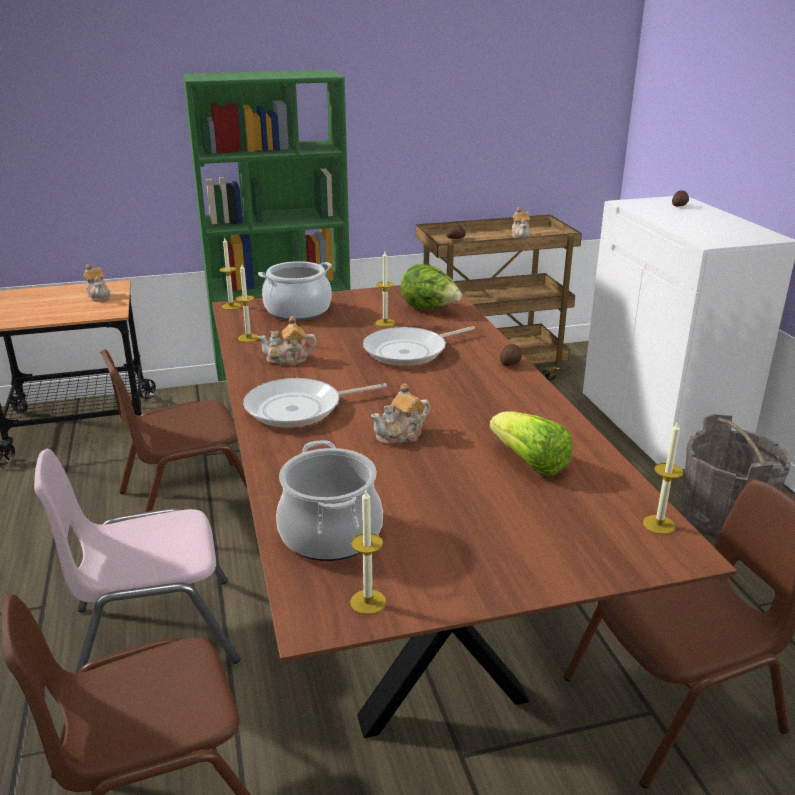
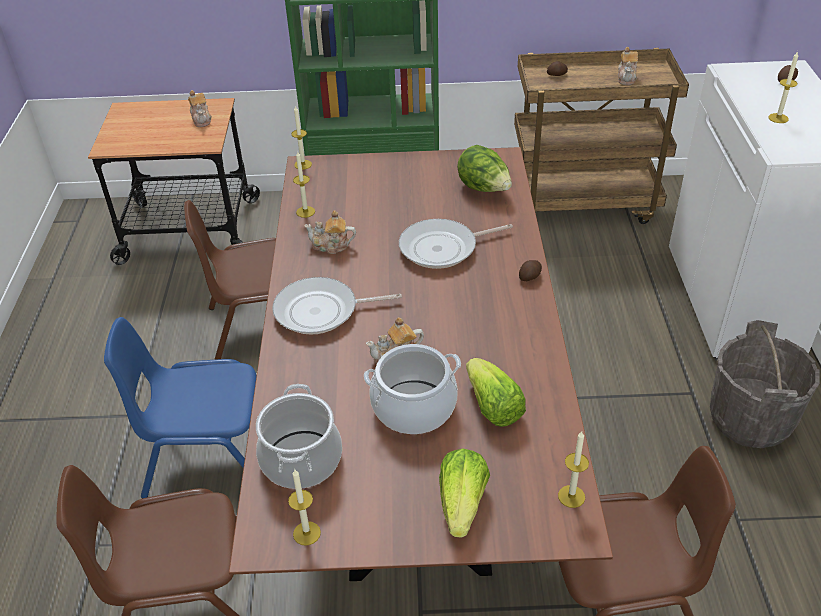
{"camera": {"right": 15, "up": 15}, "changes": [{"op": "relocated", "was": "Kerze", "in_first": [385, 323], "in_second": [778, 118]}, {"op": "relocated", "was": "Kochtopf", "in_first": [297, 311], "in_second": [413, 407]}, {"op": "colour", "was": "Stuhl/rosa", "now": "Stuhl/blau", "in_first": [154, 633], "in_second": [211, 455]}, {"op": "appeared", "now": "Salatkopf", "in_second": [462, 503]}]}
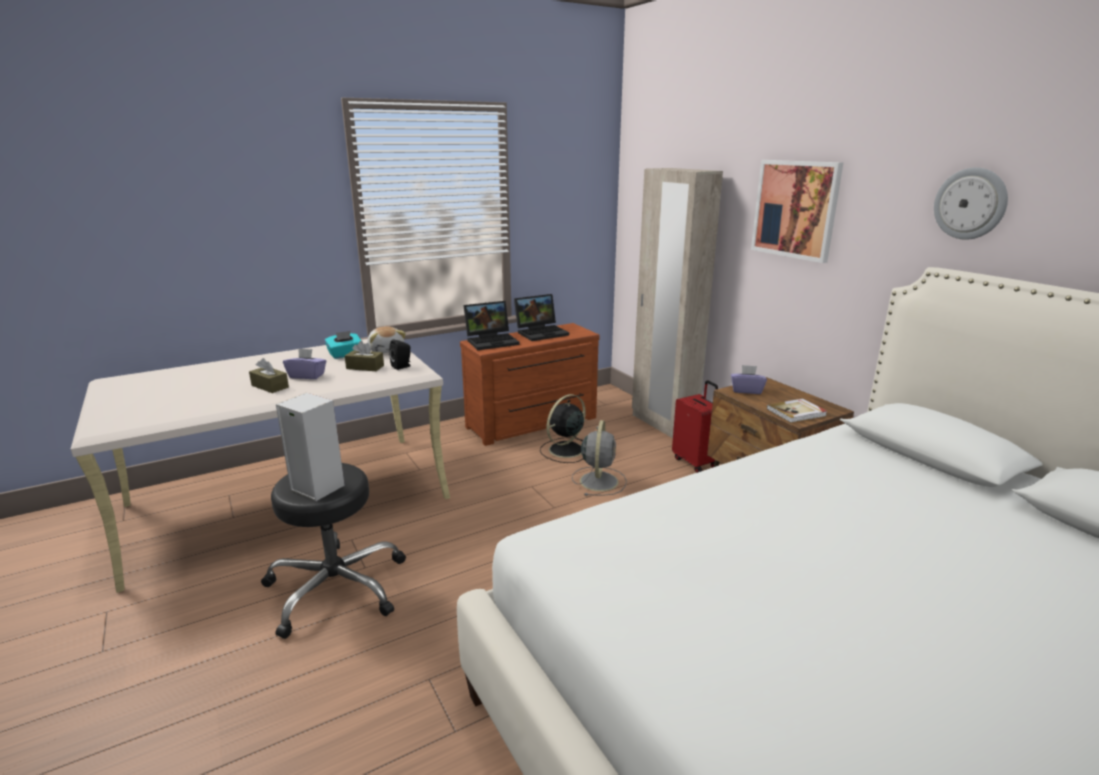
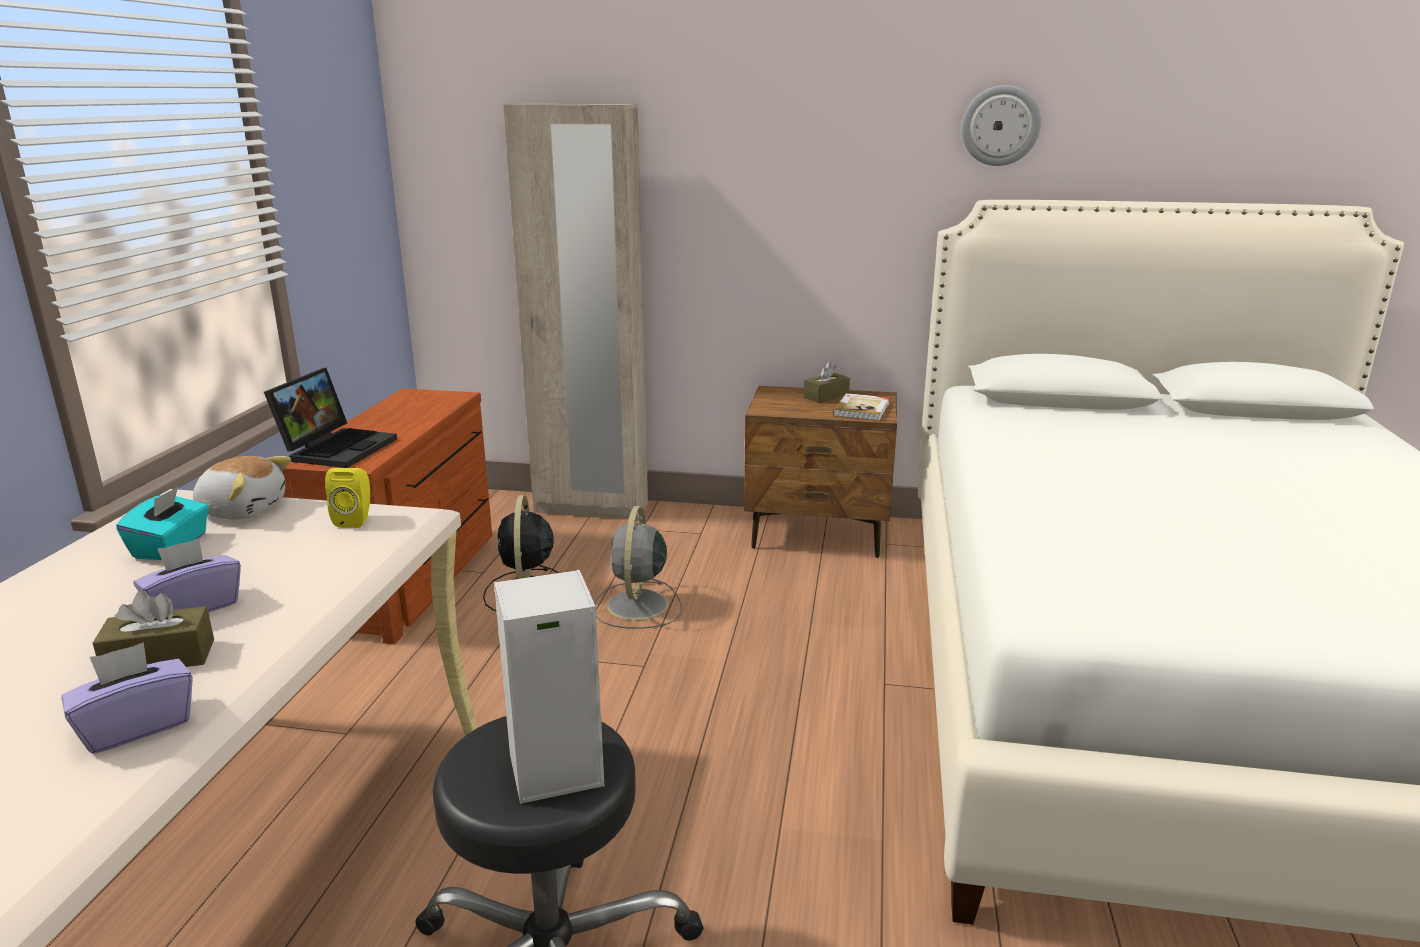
{"camera": {"right": -50, "up": 0}, "changes": [{"op": "missing", "was": "Bild", "in_first": [795, 209]}, {"op": "missing", "was": "Laptop", "in_first": [542, 332]}, {"op": "colour", "was": "Lautsprecher/schwarz", "now": "Lautsprecher/gelb", "in_first": [402, 366], "in_second": [355, 520]}, {"op": "relocated", "was": "Taschentuchbox/braun", "in_first": [365, 367], "in_second": [826, 396]}, {"op": "relocated", "was": "Taschentuchbox/lila", "in_first": [746, 390], "in_second": [137, 726]}, {"op": "missing", "was": "Koffer/rot", "in_first": [696, 462]}, {"op": "spun", "was": "Ventilator/grau", "in_first": [599, 480], "in_second": [637, 606], "clockwise": -135}]}
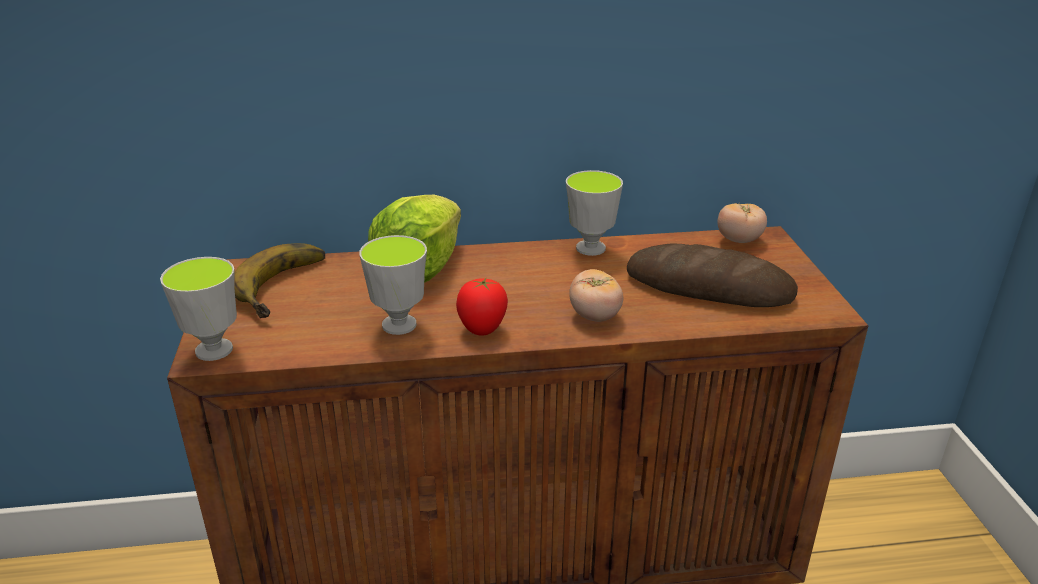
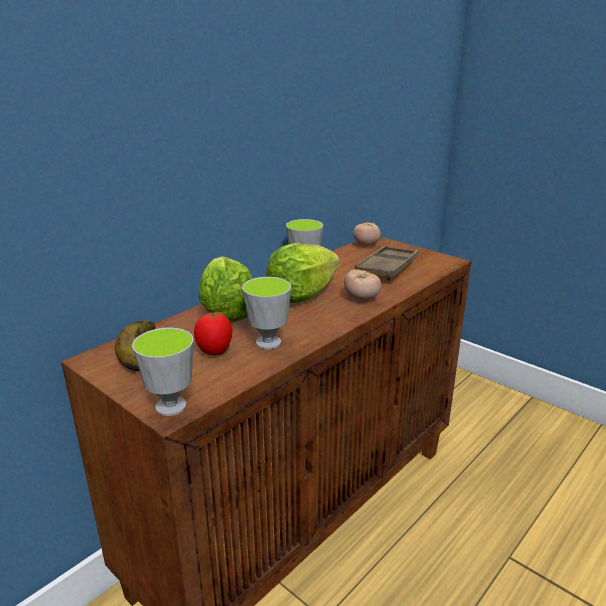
{"camera": {"right": -40, "up": -5}, "changes": [{"op": "exchanged", "was": "Brot", "now": "Tablett/braun", "in_first": [708, 286], "in_second": [387, 268]}, {"op": "relocated", "was": "Tomate", "in_first": [482, 330], "in_second": [215, 352]}, {"op": "appeared", "now": "Salatkopf", "in_second": [302, 295]}]}
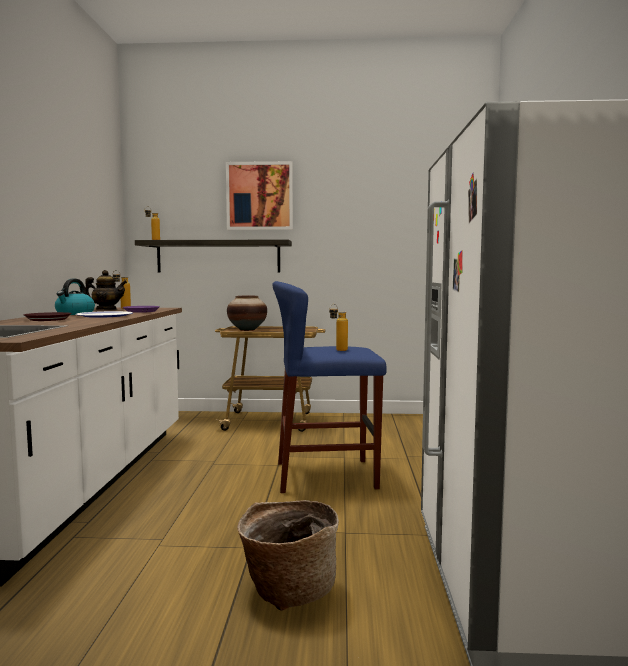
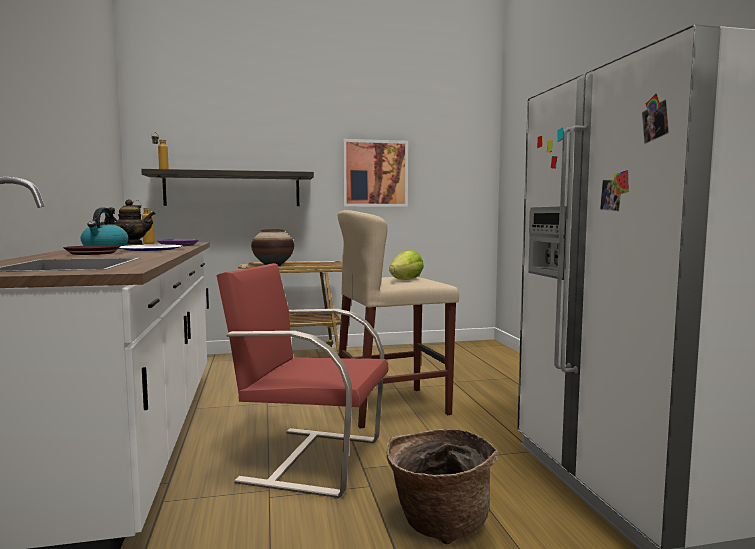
{"camera": {"right": -15, "up": 0}, "changes": [{"op": "relocated", "was": "Bild", "in_first": [260, 196], "in_second": [375, 173]}, {"op": "colour", "was": "Hocker/blau", "now": "Hocker/beige", "in_first": [326, 475], "in_second": [392, 406]}, {"op": "exchanged", "was": "Flasche", "now": "Salatkopf", "in_first": [338, 350], "in_second": [405, 280]}, {"op": "appeared", "now": "Stuhl/rot", "in_second": [310, 459]}]}
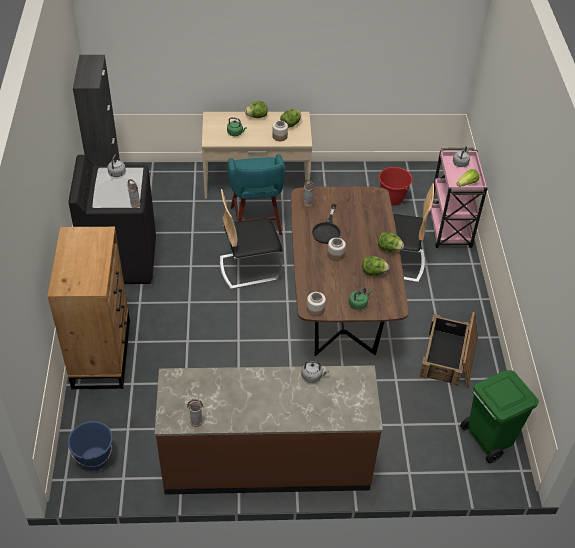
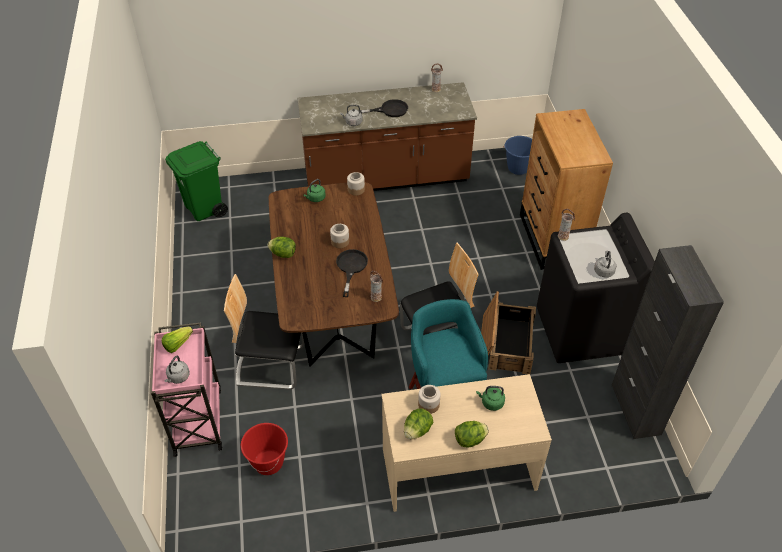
{"camera": {"right": 175, "up": 0}, "changes": [{"op": "missing", "was": "Salatkopf", "in_first": [373, 272]}, {"op": "relocated", "was": "Kiste", "in_first": [449, 357], "in_second": [504, 343]}, {"op": "appeared", "now": "Pfanne/schwarz", "in_second": [389, 110]}]}
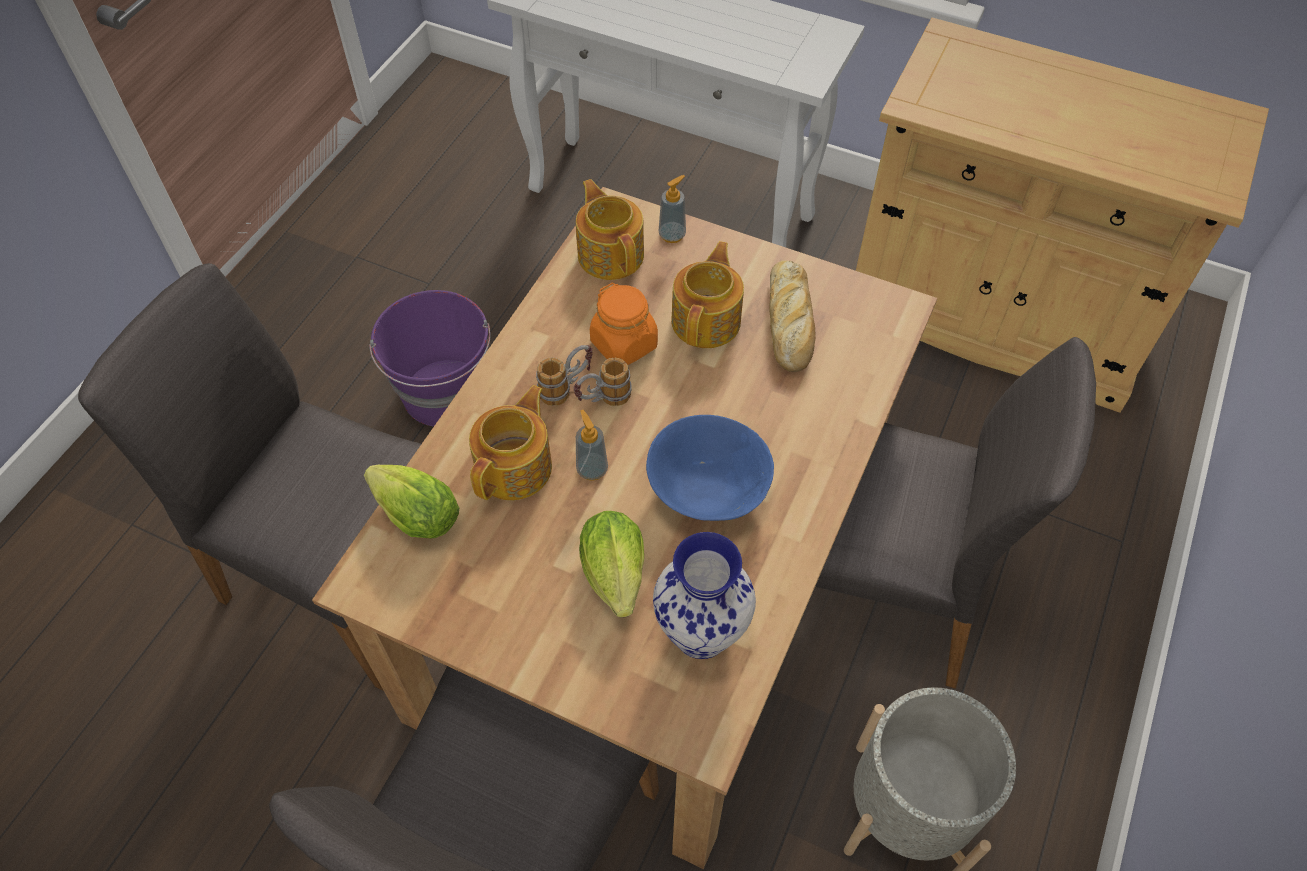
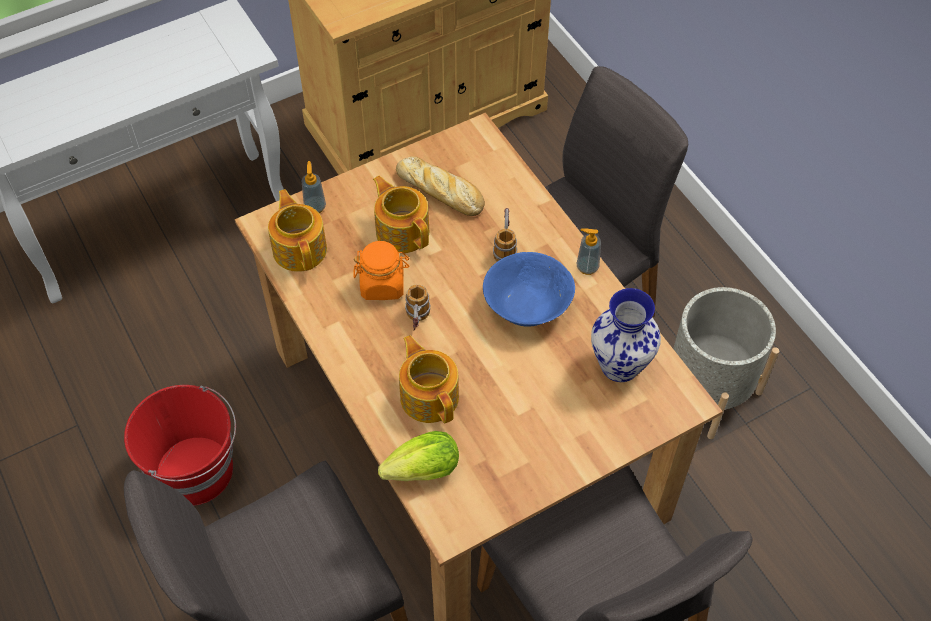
{"camera": {"right": -55, "up": 0}, "changes": [{"op": "spun", "was": "Teekanne", "in_first": [611, 254], "in_second": [300, 248], "clockwise": 60}, {"op": "colour", "was": "Eimer/lila", "now": "Eimer/rot", "in_first": [445, 394], "in_second": [196, 470]}, {"op": "relocated", "was": "Henkelbecher", "in_first": [567, 387], "in_second": [505, 247]}, {"op": "relocated", "was": "Seifenspender", "in_first": [592, 469], "in_second": [587, 267]}, {"op": "missing", "was": "Salatkopf", "in_first": [616, 580]}]}
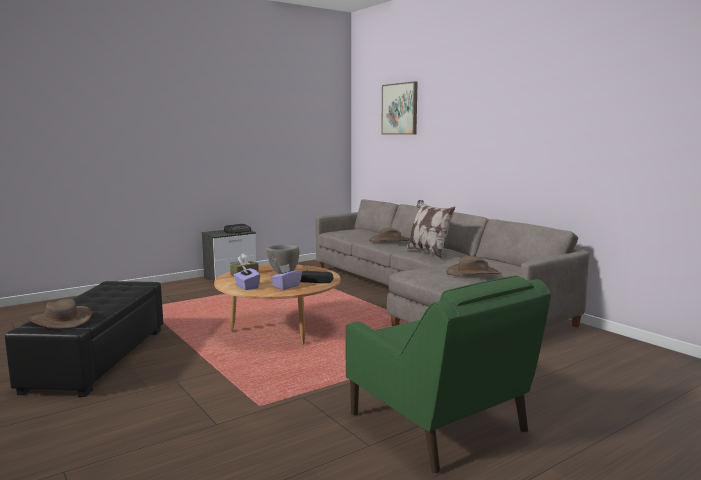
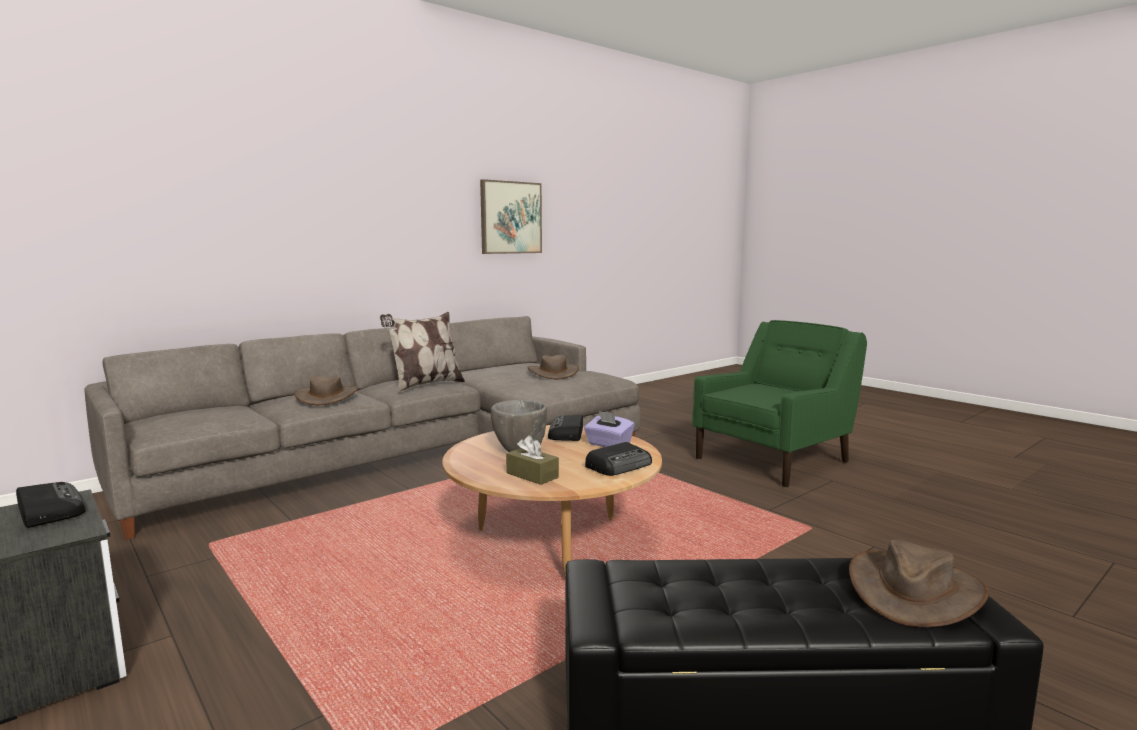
{"camera": {"right": -95, "up": 0}, "changes": [{"op": "relocated", "was": "Bild", "in_first": [400, 109], "in_second": [510, 217]}, {"op": "exchanged", "was": "Taschentuchbox/lila", "now": "Radio", "in_first": [247, 287], "in_second": [620, 465]}]}
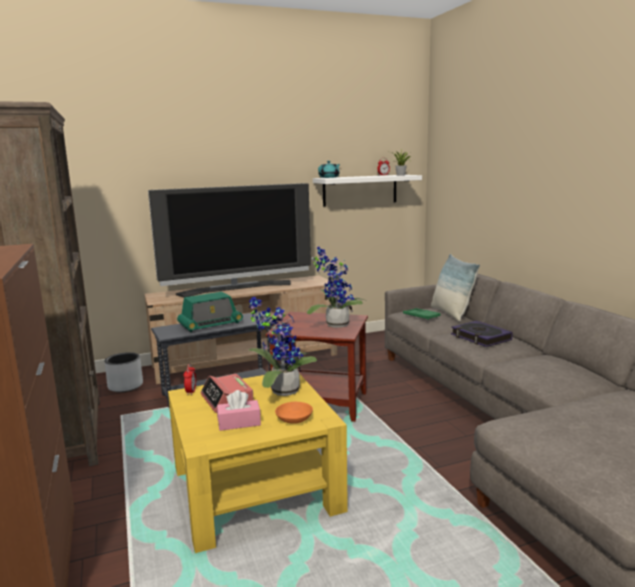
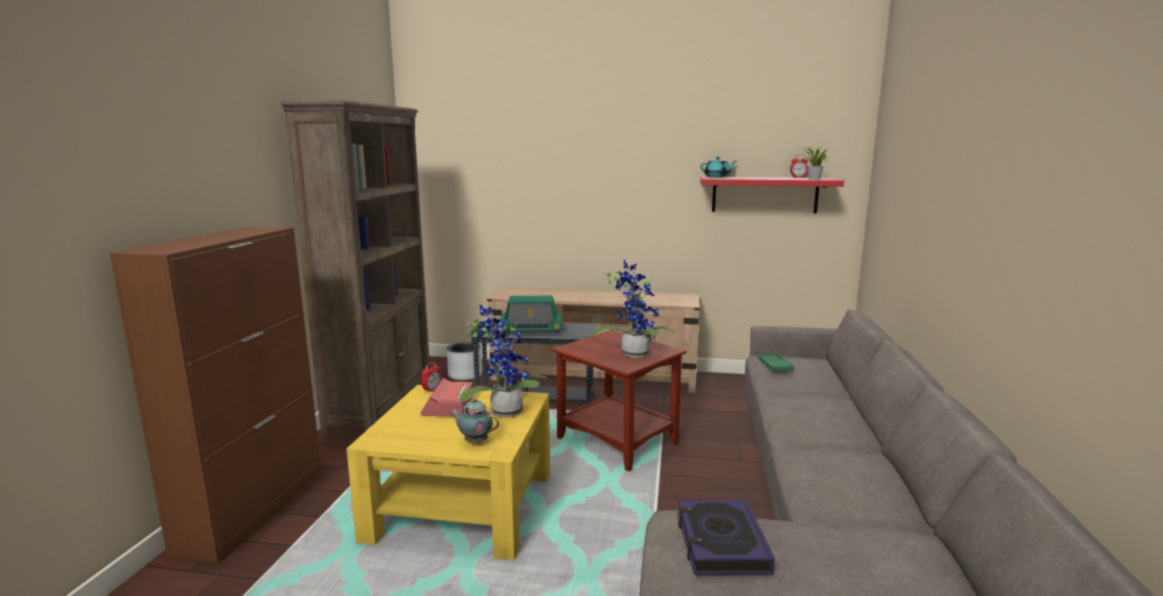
{"camera": {"right": 30, "up": 0}, "changes": [{"op": "colour", "was": "Wandregal/weiß", "now": "Wandregal/rot", "in_first": [360, 190], "in_second": [764, 195]}, {"op": "missing", "was": "Fernseher", "in_first": [236, 288]}, {"op": "missing", "was": "Kissen", "in_first": [451, 313]}, {"op": "relocated", "was": "Buch", "in_first": [480, 337], "in_second": [721, 543]}, {"op": "missing", "was": "Taschentuchbox/rosa", "in_first": [239, 423]}, {"op": "exchanged", "was": "Schüssel/orange", "now": "Teekanne", "in_first": [294, 419], "in_second": [475, 441]}]}
